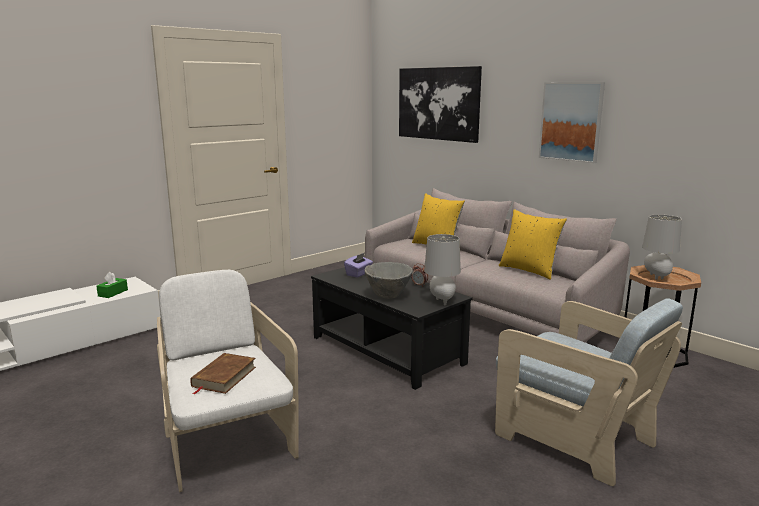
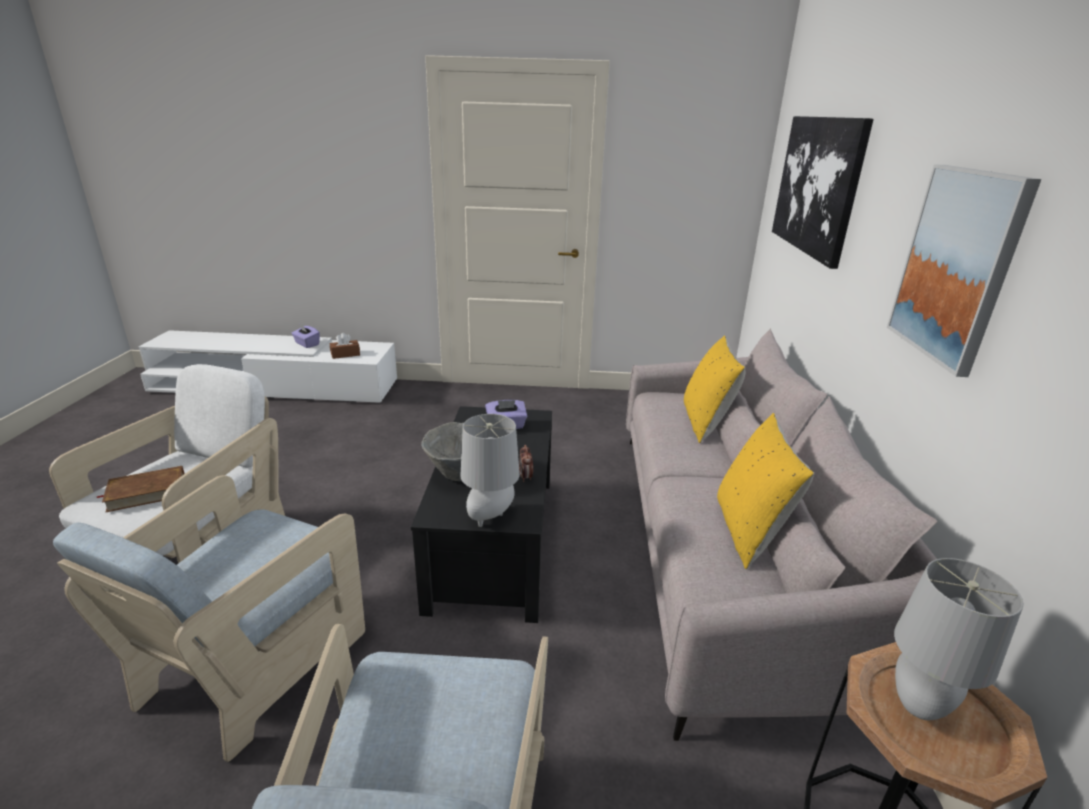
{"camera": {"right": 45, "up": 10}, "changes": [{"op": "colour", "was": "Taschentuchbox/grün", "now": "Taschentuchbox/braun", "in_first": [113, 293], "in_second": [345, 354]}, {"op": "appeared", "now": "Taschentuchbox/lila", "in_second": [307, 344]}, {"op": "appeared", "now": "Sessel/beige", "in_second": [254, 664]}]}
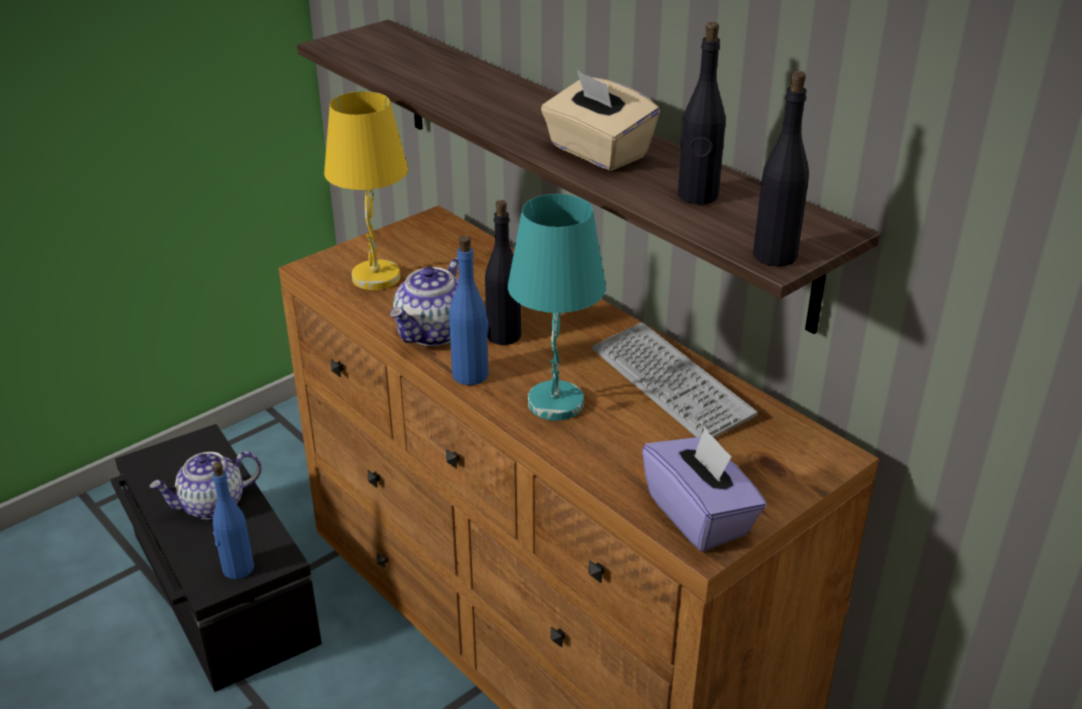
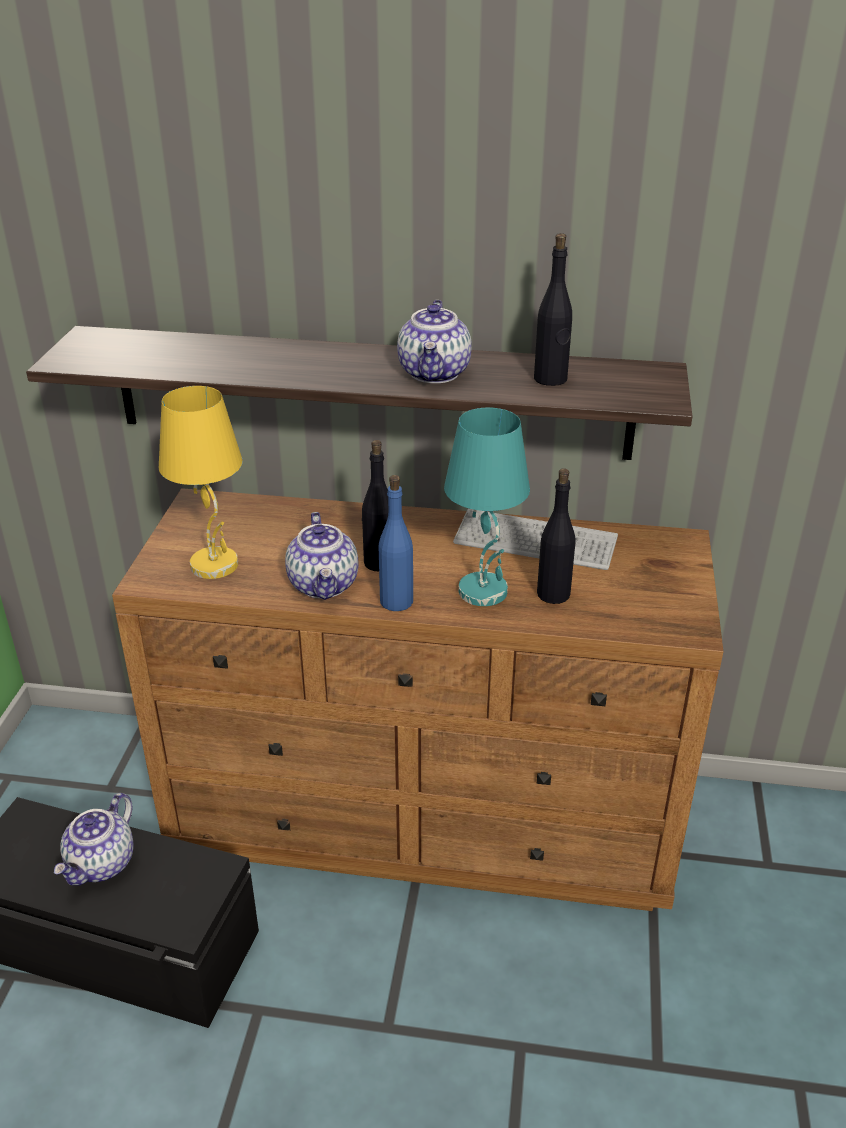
{"camera": {"right": -40, "up": 0}, "changes": [{"op": "exchanged", "was": "Taschentuchbox/beige", "now": "Teekanne", "in_first": [597, 152], "in_second": [435, 373]}, {"op": "relocated", "was": "Flasche/schwarz", "in_first": [775, 255], "in_second": [553, 594]}, {"op": "missing", "was": "Taschentuchbox/lila", "in_first": [699, 515]}, {"op": "missing", "was": "Flasche/blau", "in_first": [237, 568]}]}
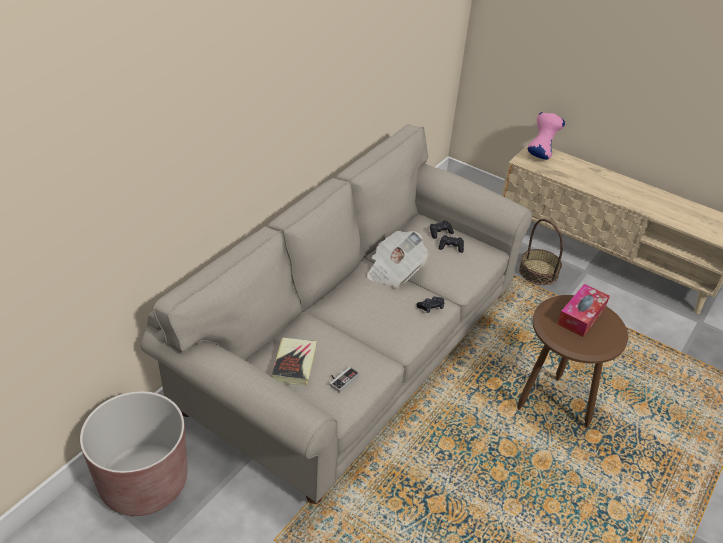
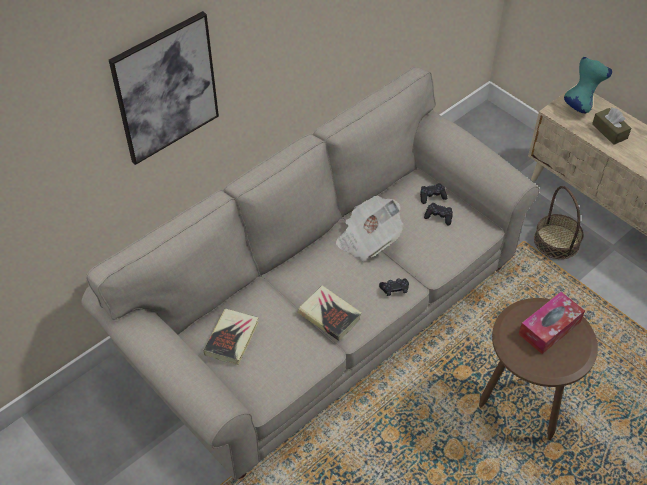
{"camera": {"right": 15, "up": 10}, "changes": [{"op": "colour", "was": "Vase/rosa", "now": "Vase/türkis", "in_first": [540, 154], "in_second": [581, 104]}, {"op": "missing", "was": "Gamepad", "in_first": [341, 379]}, {"op": "missing", "was": "Pflanzkübel/braun", "in_first": [144, 482]}, {"op": "appeared", "now": "Bild", "in_second": [166, 88]}, {"op": "appeared", "now": "Taschentuchbox/braun", "in_second": [609, 131]}, {"op": "appeared", "now": "Buch", "in_second": [329, 315]}]}
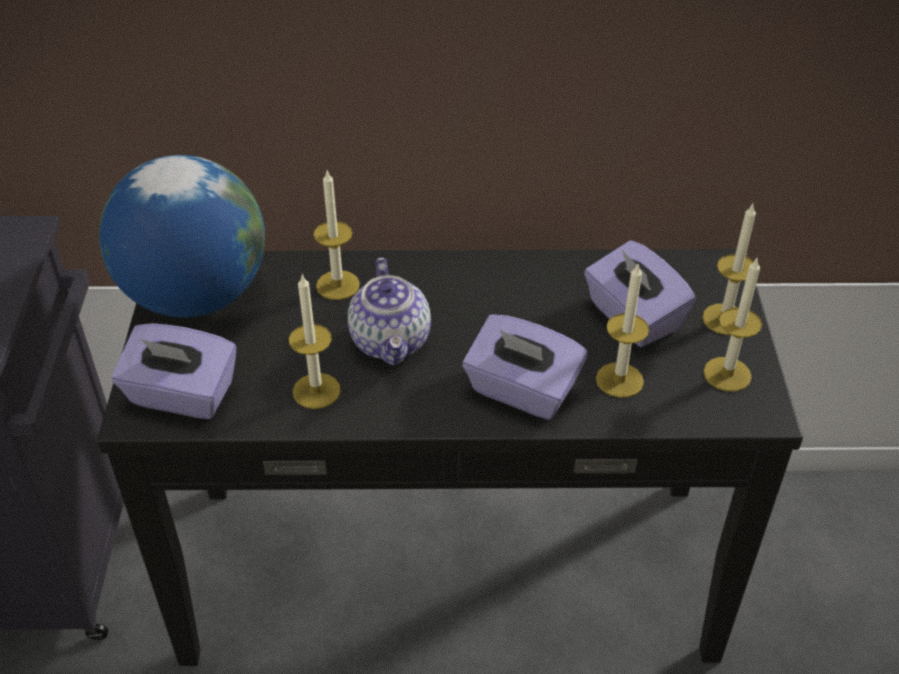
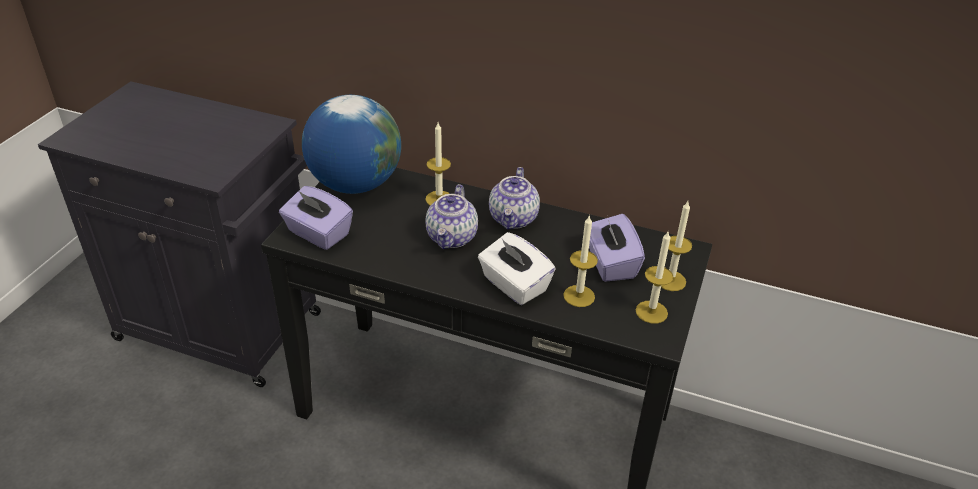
{"camera": {"right": 20, "up": -5}, "changes": [{"op": "missing", "was": "Kerze", "in_first": [316, 391]}, {"op": "colour", "was": "Taschentuchbox/lila", "now": "Taschentuchbox/weiß", "in_first": [521, 391], "in_second": [514, 285]}, {"op": "appeared", "now": "Teekanne", "in_second": [514, 219]}]}
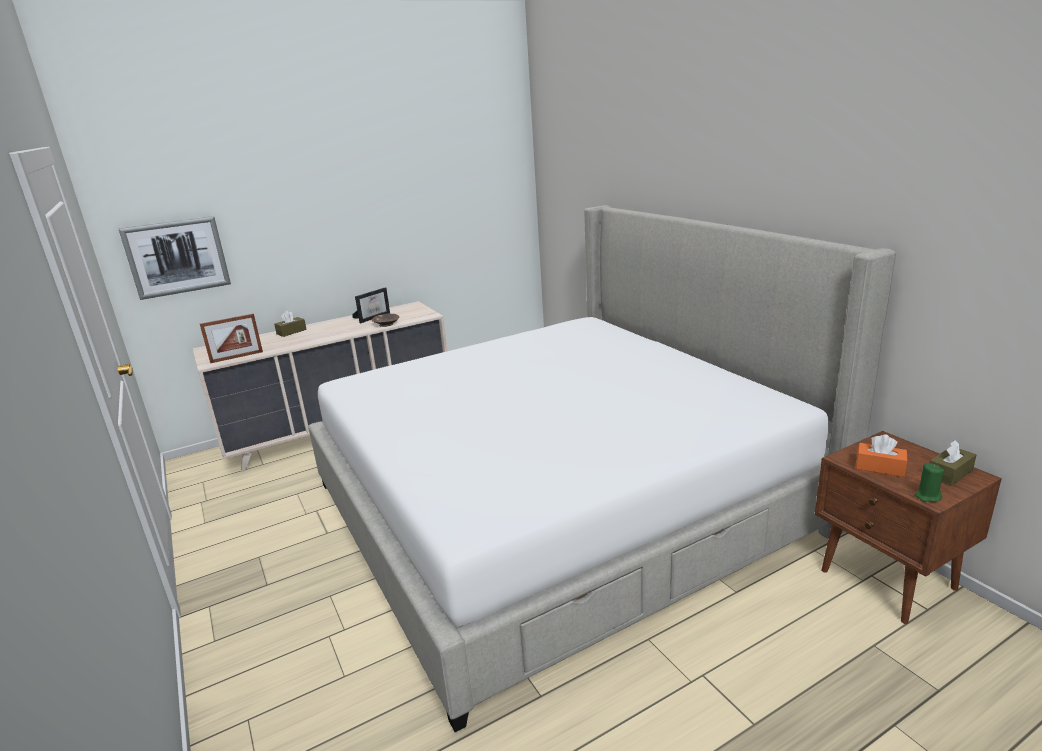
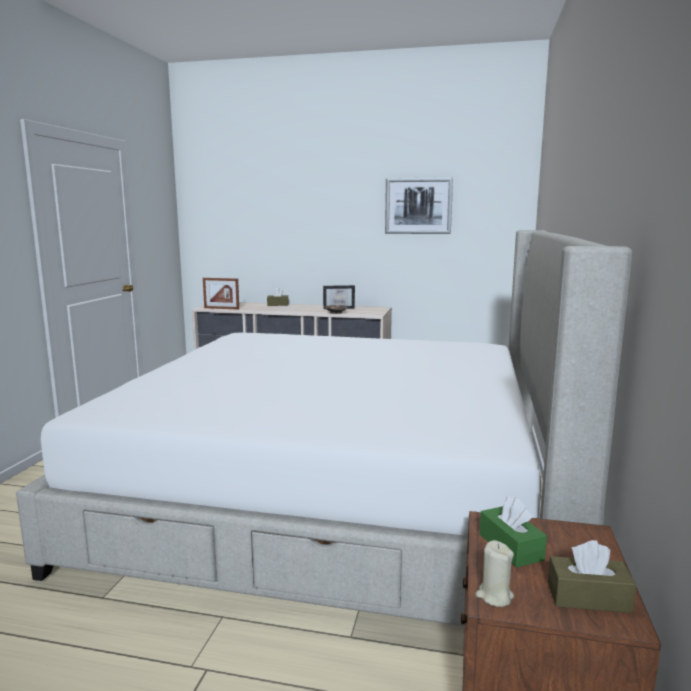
{"camera": {"right": 40, "up": -10}, "changes": [{"op": "relocated", "was": "Bild", "in_first": [177, 257], "in_second": [418, 206]}, {"op": "colour", "was": "Taschentuchbox/orange", "now": "Taschentuchbox/grün", "in_first": [879, 467], "in_second": [510, 547]}, {"op": "colour", "was": "Kerze/grün", "now": "Kerze/beige", "in_first": [927, 497], "in_second": [494, 596]}]}
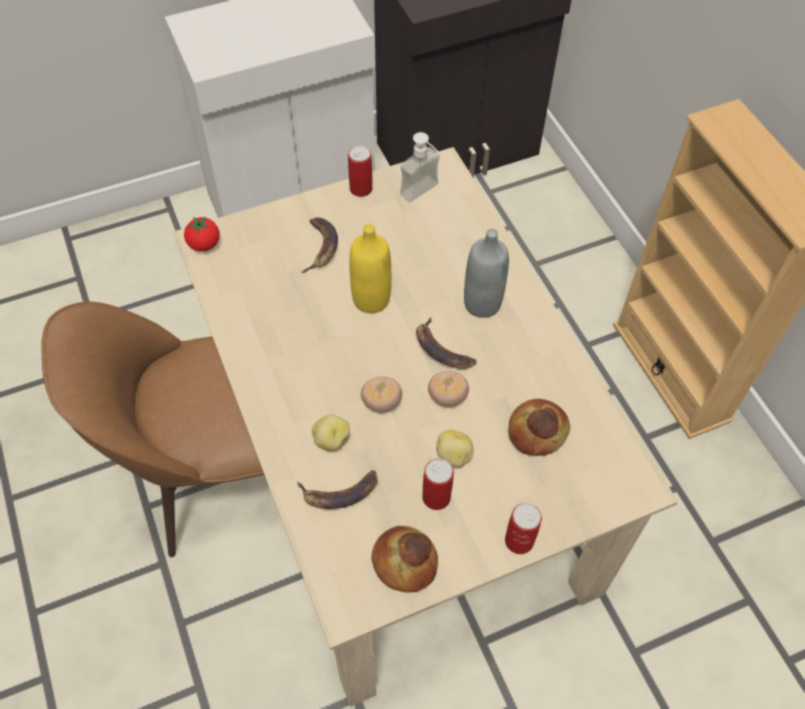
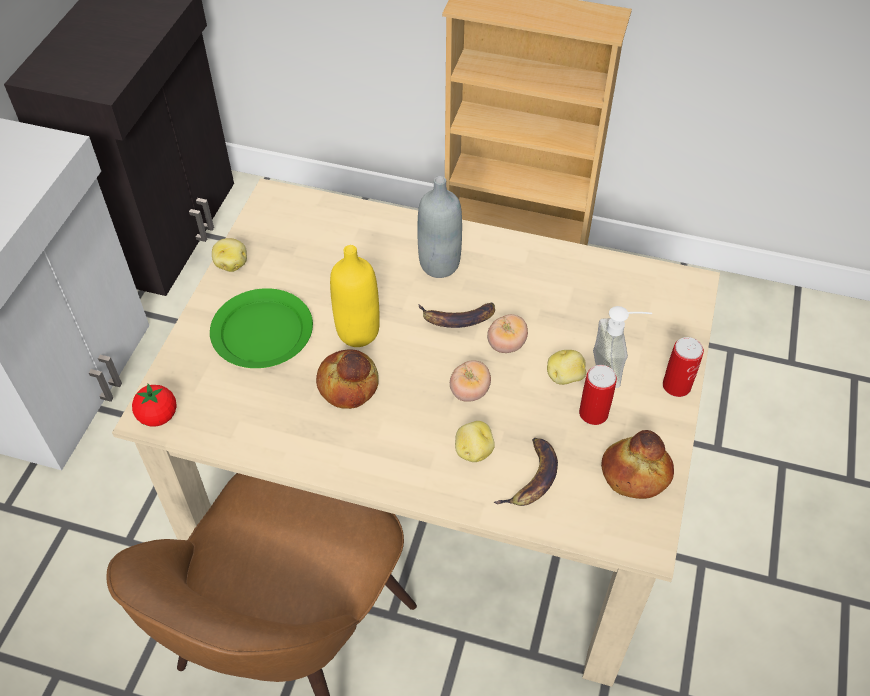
{"camera": {"right": -50, "up": -5}, "changes": [{"op": "relocated", "was": "Seifenspender", "in_first": [424, 194], "in_second": [616, 368]}, {"op": "exchanged", "was": "Dose", "now": "Kartoffel", "in_first": [361, 189], "in_second": [231, 264]}, {"op": "exchanged", "was": "Banane", "now": "Teller/grün", "in_first": [321, 247], "in_second": [263, 331]}, {"op": "relocated", "was": "Brot", "in_first": [536, 431], "in_second": [347, 384]}]}
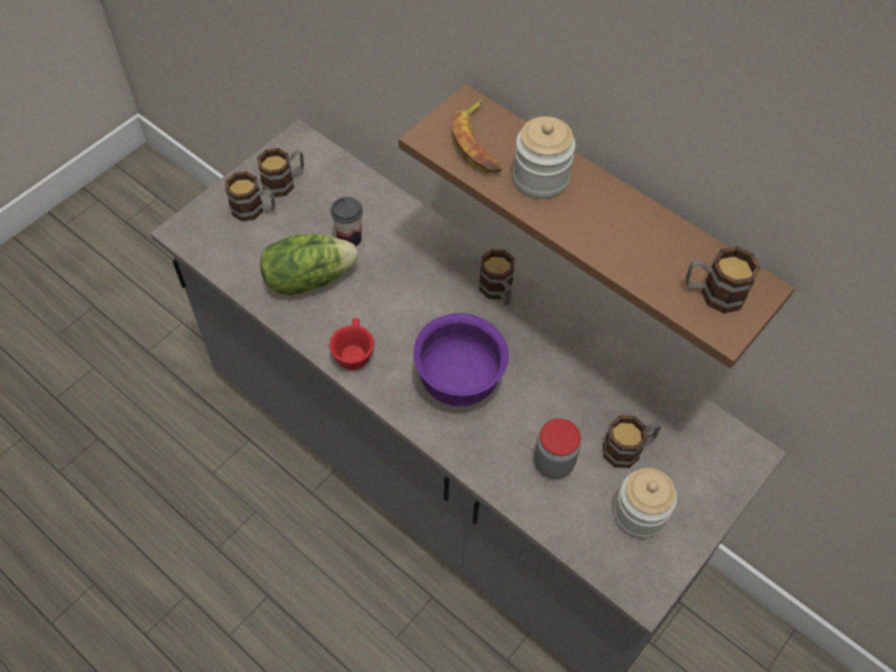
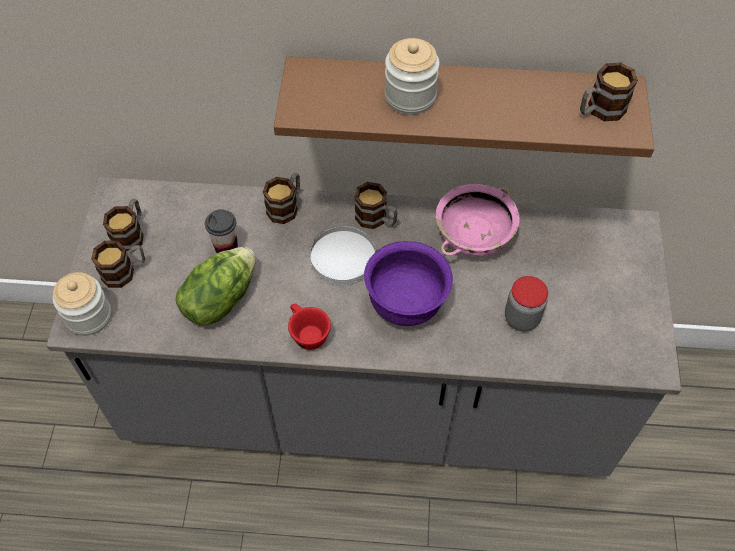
{"camera": {"right": -35, "up": 0}, "changes": [{"op": "missing", "was": "Banane", "in_first": [478, 143]}, {"op": "relocated", "was": "Henkelbecher", "in_first": [629, 449], "in_second": [286, 206]}, {"op": "relocated", "was": "Vorratsglas", "in_first": [639, 514], "in_second": [88, 316]}, {"op": "appeared", "now": "Schüssel/rosa", "in_second": [473, 236]}, {"op": "appeared", "now": "Teller/weiß", "in_second": [343, 258]}]}
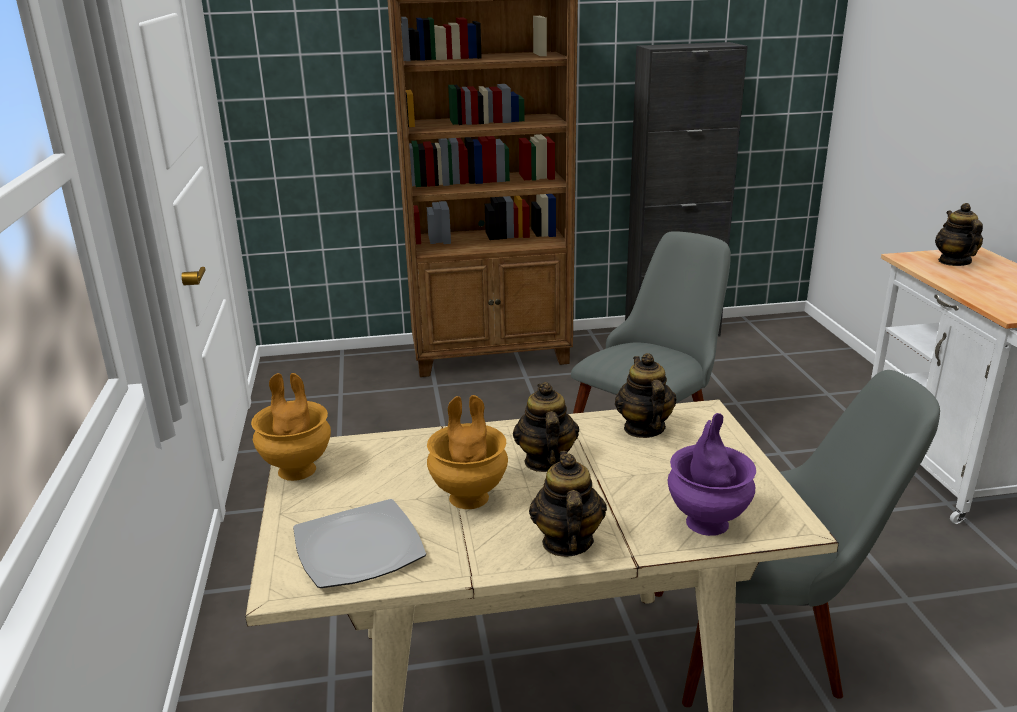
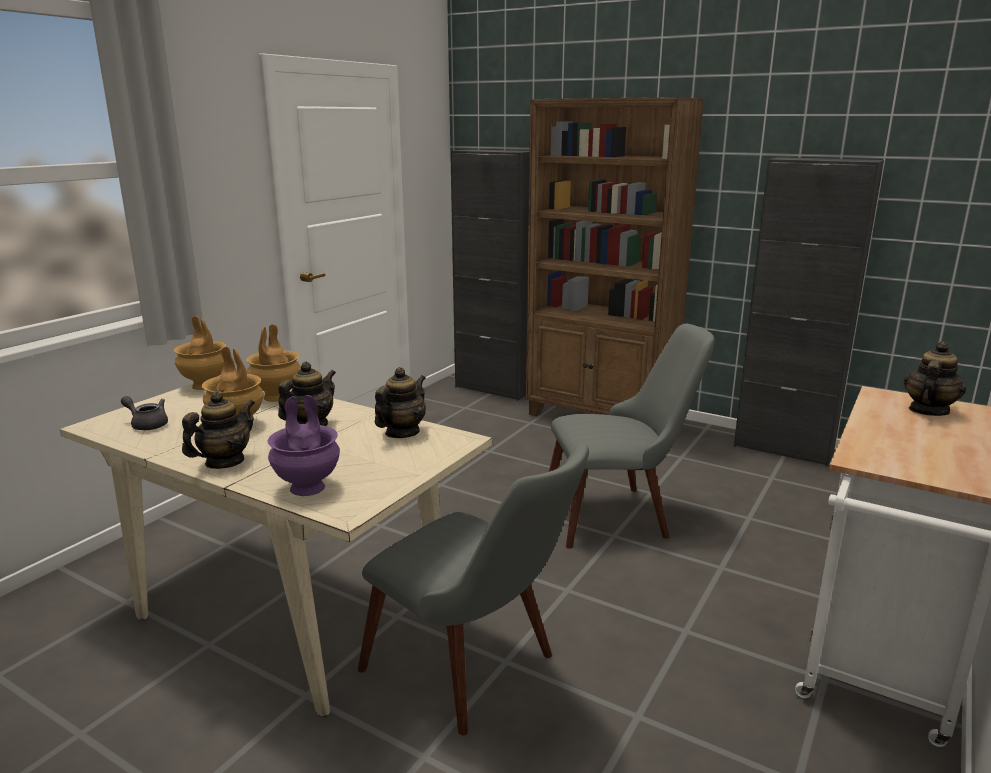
{"camera": {"right": 40, "up": -5}, "changes": [{"op": "exchanged", "was": "Teller", "now": "Teekanne/grau", "in_first": [358, 549], "in_second": [147, 424]}, {"op": "appeared", "now": "Schrank/schwarz", "in_second": [494, 388]}, {"op": "appeared", "now": "Vase/braun", "in_second": [277, 396]}]}
